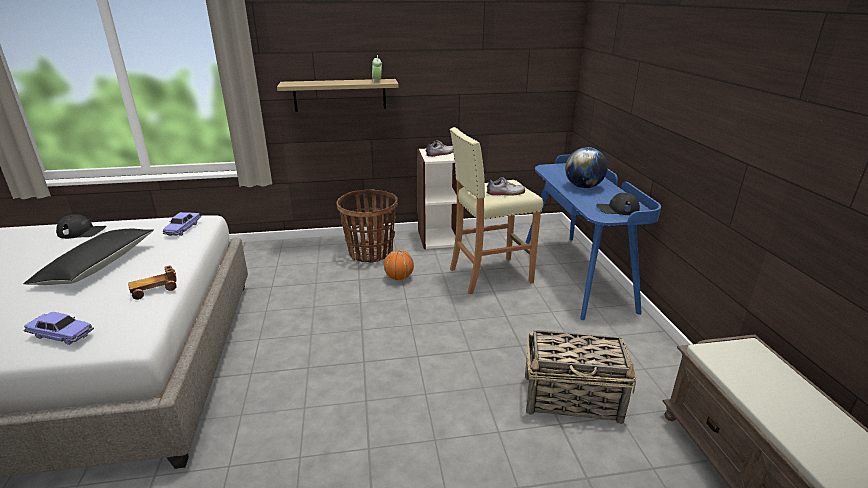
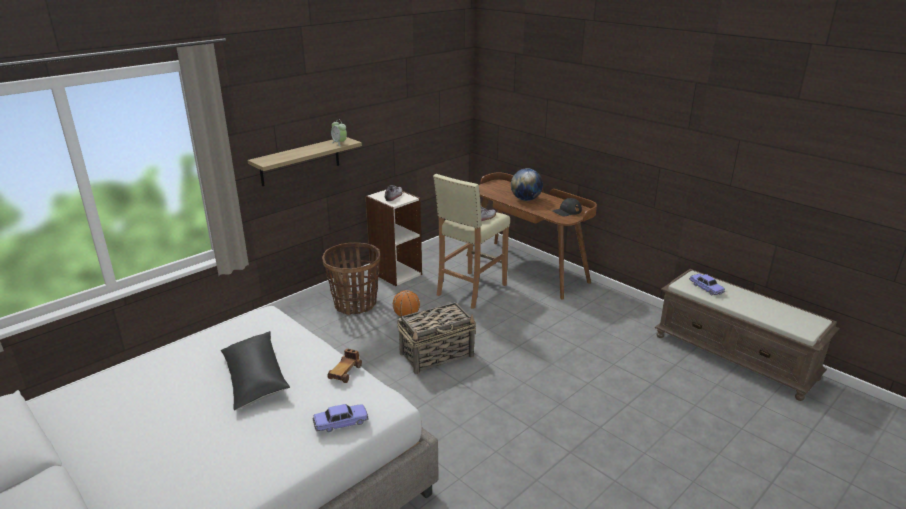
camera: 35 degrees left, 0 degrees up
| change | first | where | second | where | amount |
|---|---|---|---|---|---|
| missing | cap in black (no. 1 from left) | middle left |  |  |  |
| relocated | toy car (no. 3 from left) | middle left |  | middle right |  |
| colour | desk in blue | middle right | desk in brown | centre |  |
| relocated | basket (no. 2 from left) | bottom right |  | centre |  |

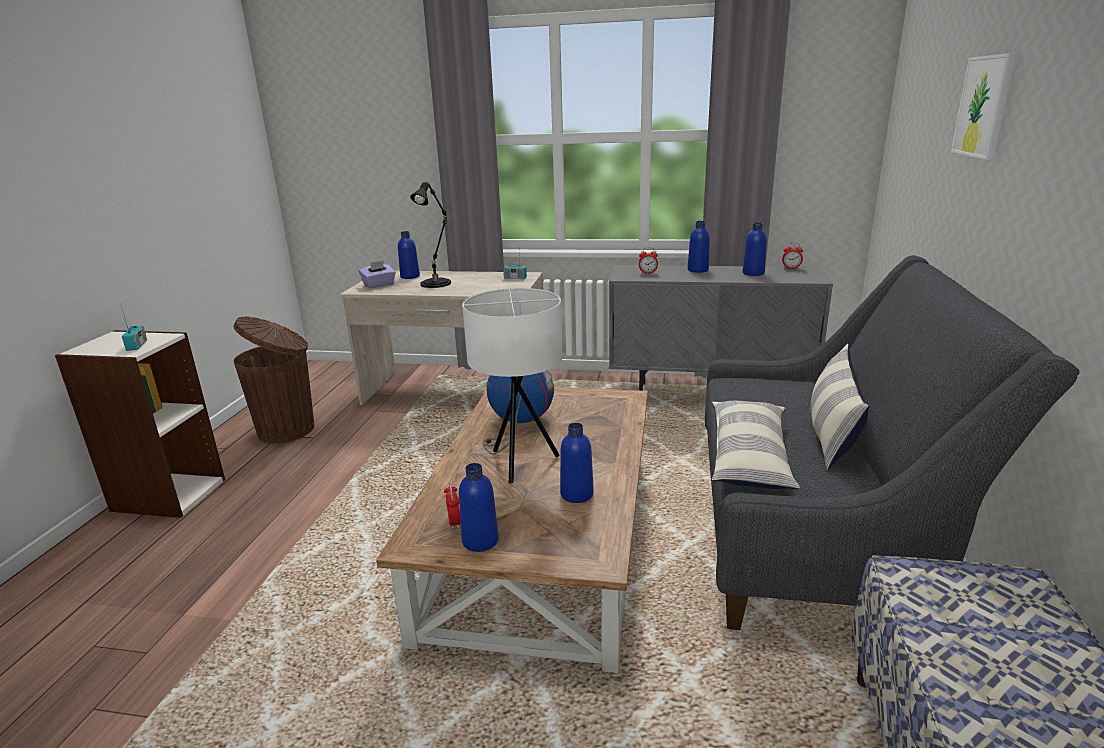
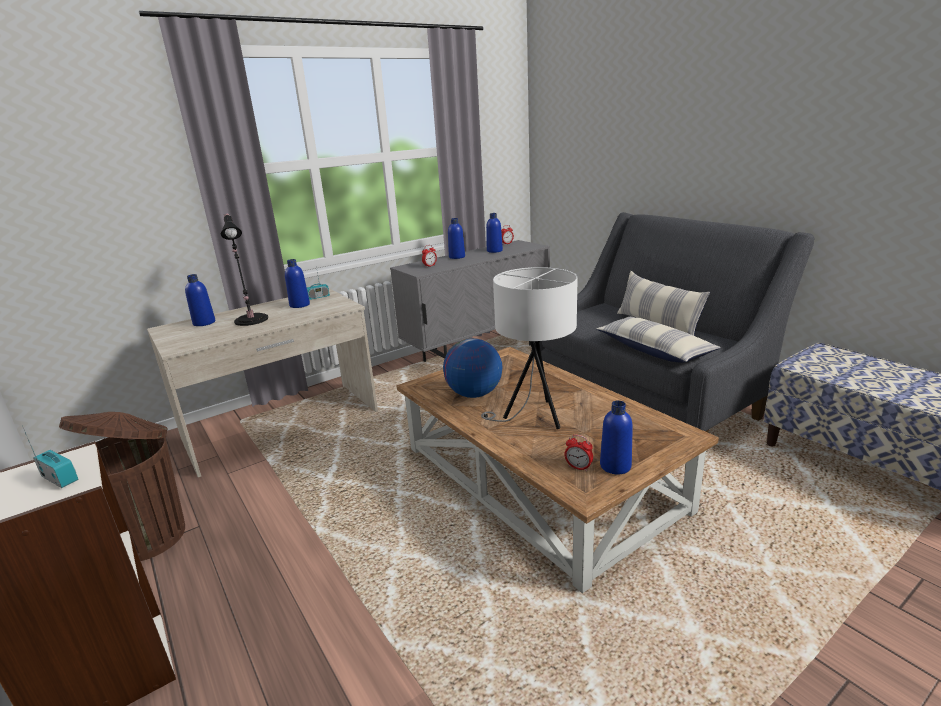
camera: 45 degrees left, 0 degrees up
| change | first | where | second | where | amount |
|---|---|---|---|---|---|
| missing | tissue box in purple | centre |  |  |  |
| relocated | bottle in blue (no. 3 from left in the first image) | centre | bottle in blue (no. 2 from left) | middle left |  |
| missing | picture | top right |  |  |  |

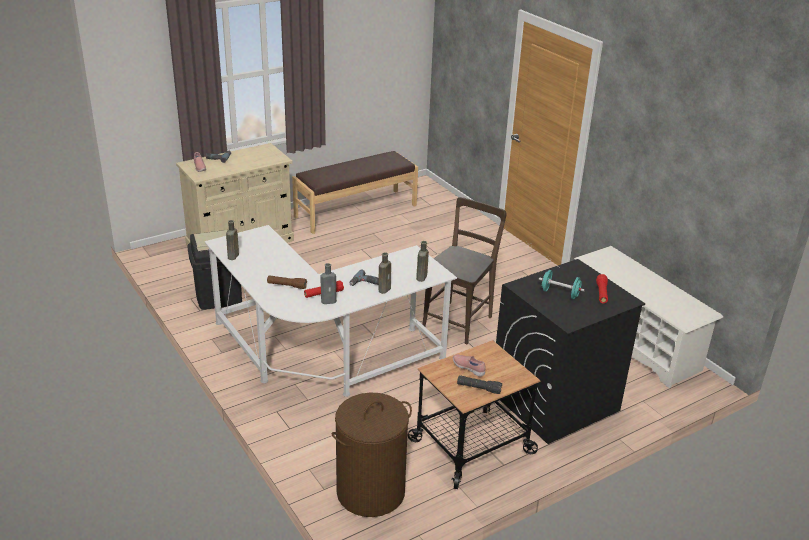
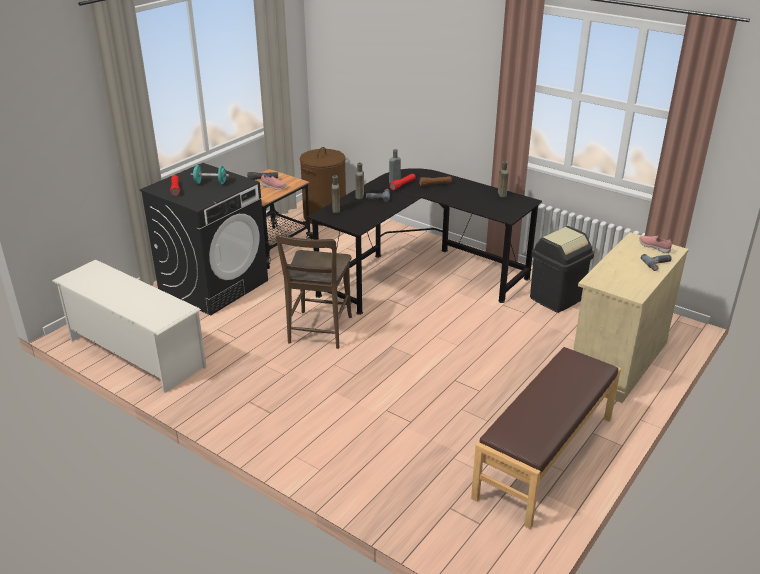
camera: 160 degrees right, 0 degrees up
| change | first | where | second | where | amount |
|---|---|---|---|---|---|
| colour | desk in white | centre | desk in black | centre |  |

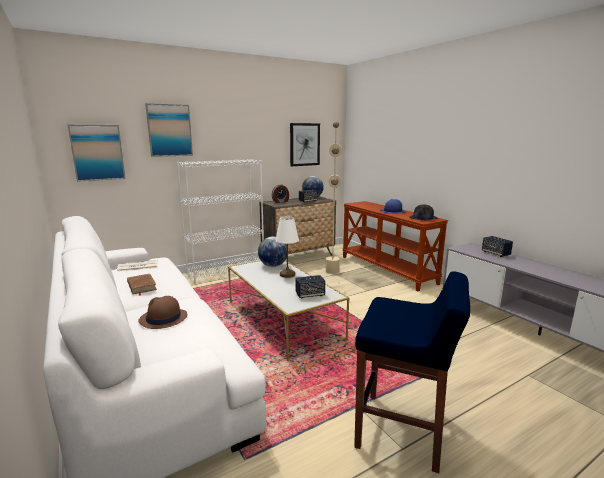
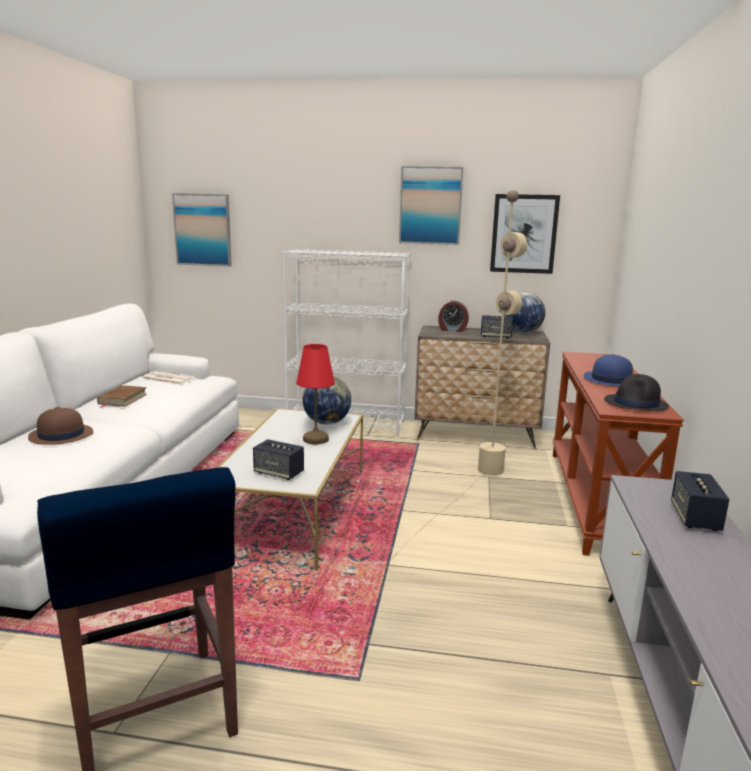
camera: 40 degrees right, 0 degrees up
| change | first | where | second | where | amount |
|---|---|---|---|---|---|
| relocated | picture (no. 2 from left) | top left |  | top centre |  |
| colour | table lamp in white | centre | table lamp in red | centre |  |

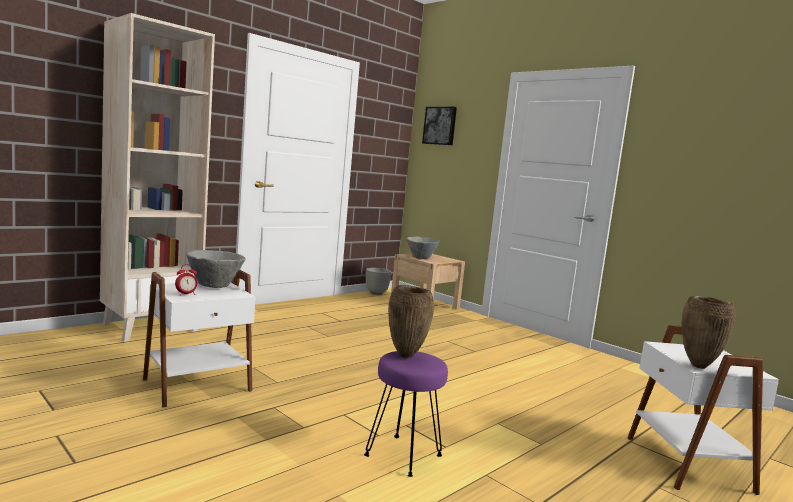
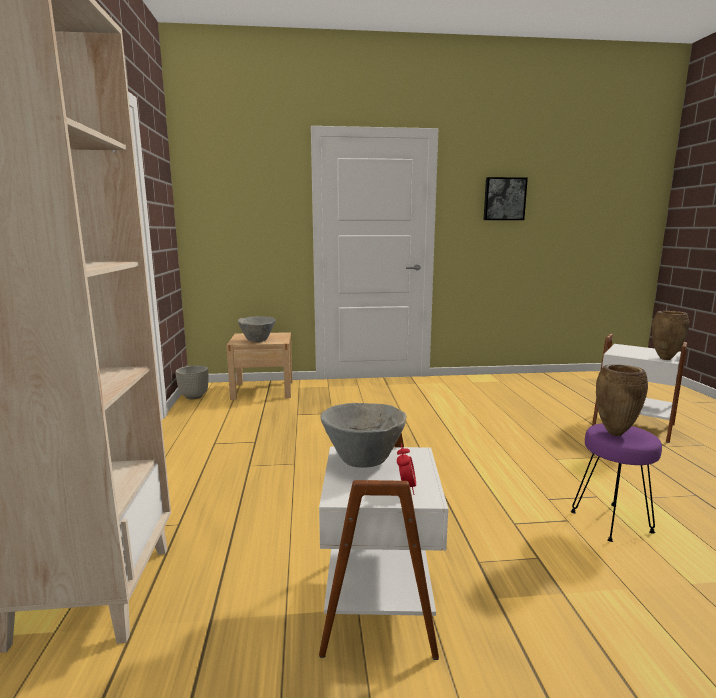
camera: 50 degrees left, 5 degrees up
| change | first | where | second | where | amount |
|---|---|---|---|---|---|
| relocated | picture | top centre |  | top right |  |

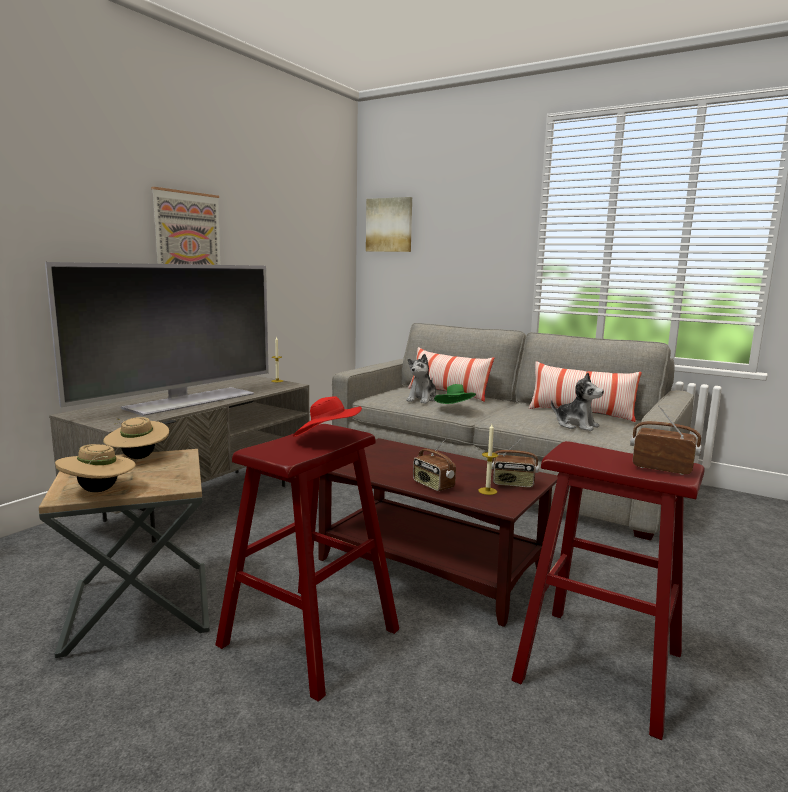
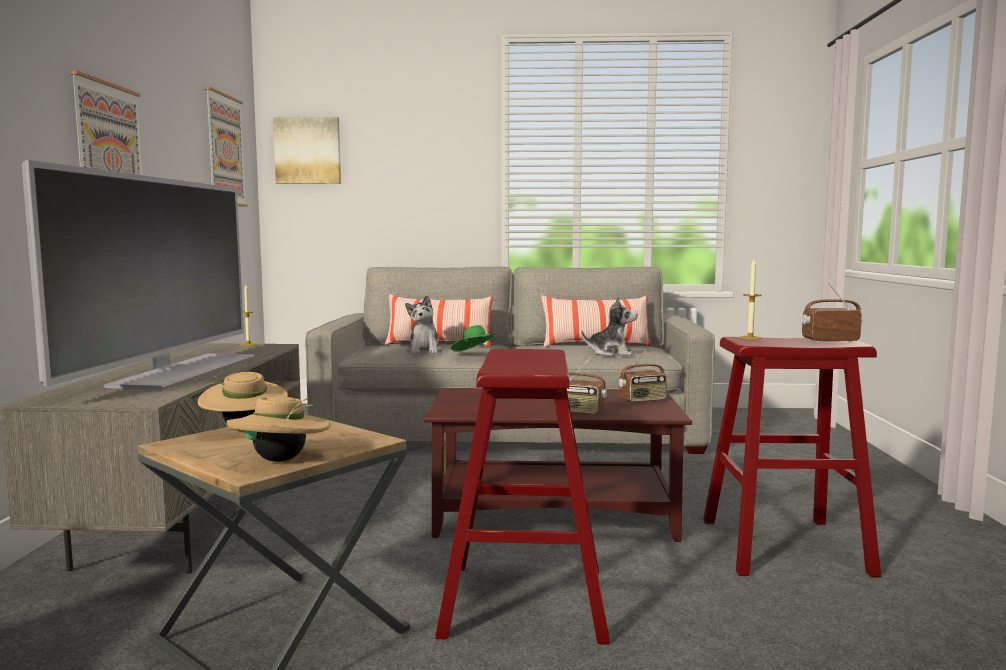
camera: 30 degrees left, 5 degrees down
| change | first | where | second | where | amount |
|---|---|---|---|---|---|
| missing | hat in red | centre |  |  |  |
| relocated | candle (no. 2 from left) | centre |  | middle right |  |
| appeared |  |  | picture (no. 2 from left) | top left |  |

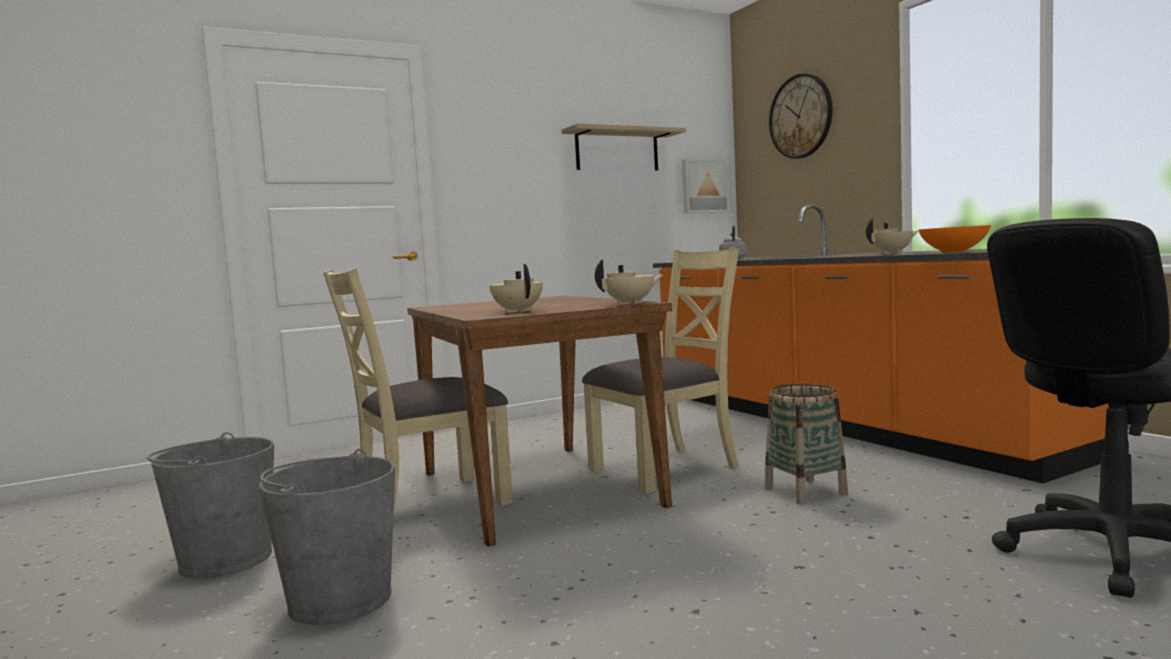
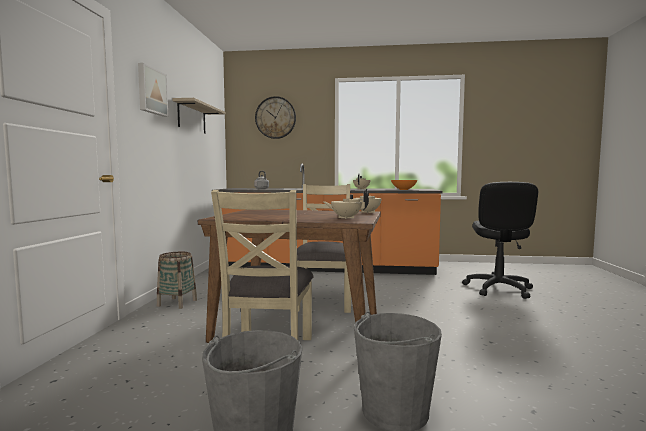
camera: 55 degrees left, 0 degrees up
| change | first | where | second | where | amount |
|---|---|---|---|---|---|
| relocated | picture | top centre |  | top left |  |
| relocated | basket | bottom right |  | middle left |  |

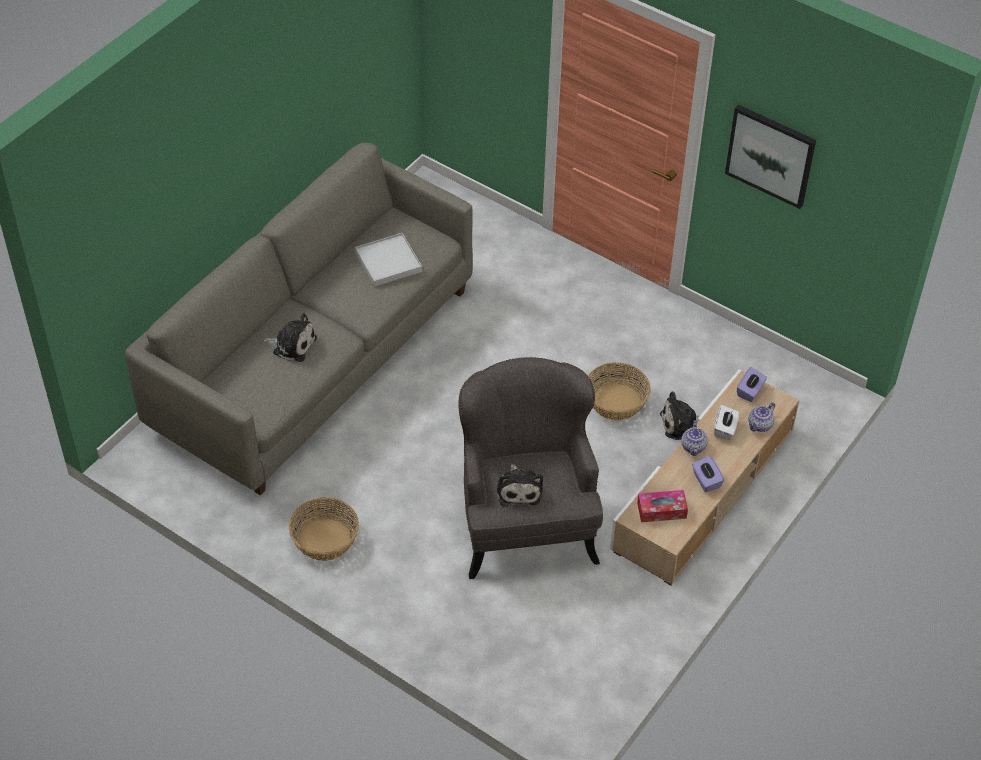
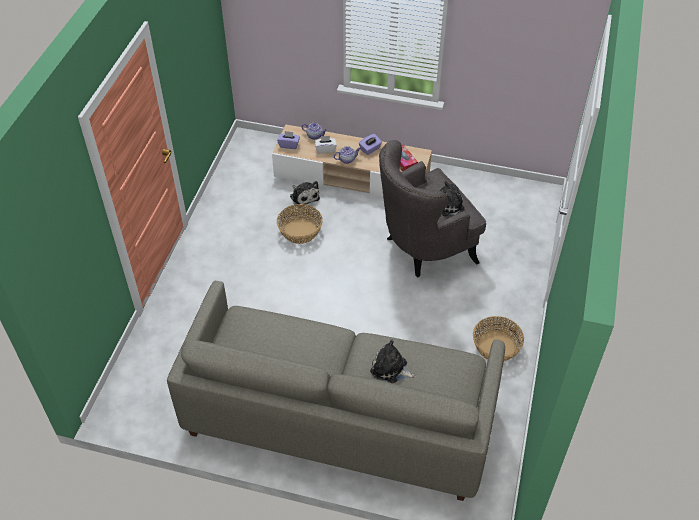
camera: 110 degrees left, 0 degrees up
| change | first | where | second | where | amount |
|---|---|---|---|---|---|
| spun | plush toy (no. 1 from left in the first image) | middle left | plush toy (no. 2 from left) | bottom centre | 60 degrees counterclockwise |
| missing | tray in white | centre |  |  |  |
| missing | picture | top right |  |  |  |

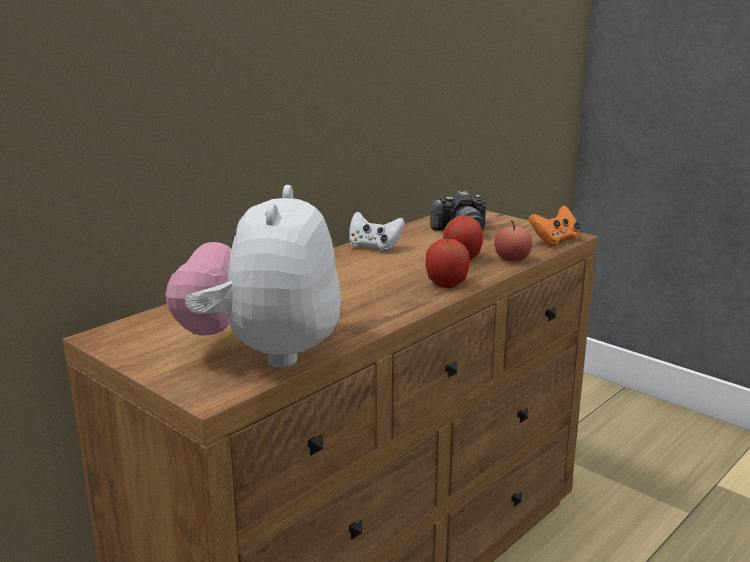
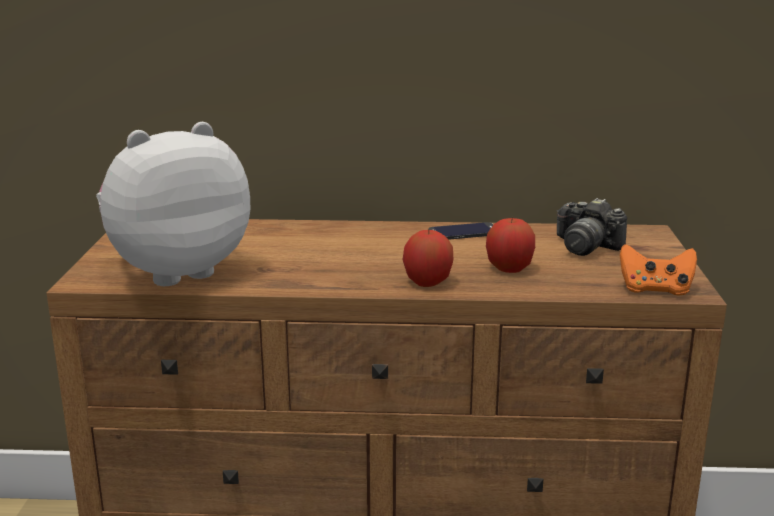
camera: 50 degrees right, 0 degrees up
| change | first | where | second | where | amount |
|---|---|---|---|---|---|
| exchanged | game controller in white | centre | phone | centre |  |
| missing | apple (no. 3 from left) | middle right |  |  |  |

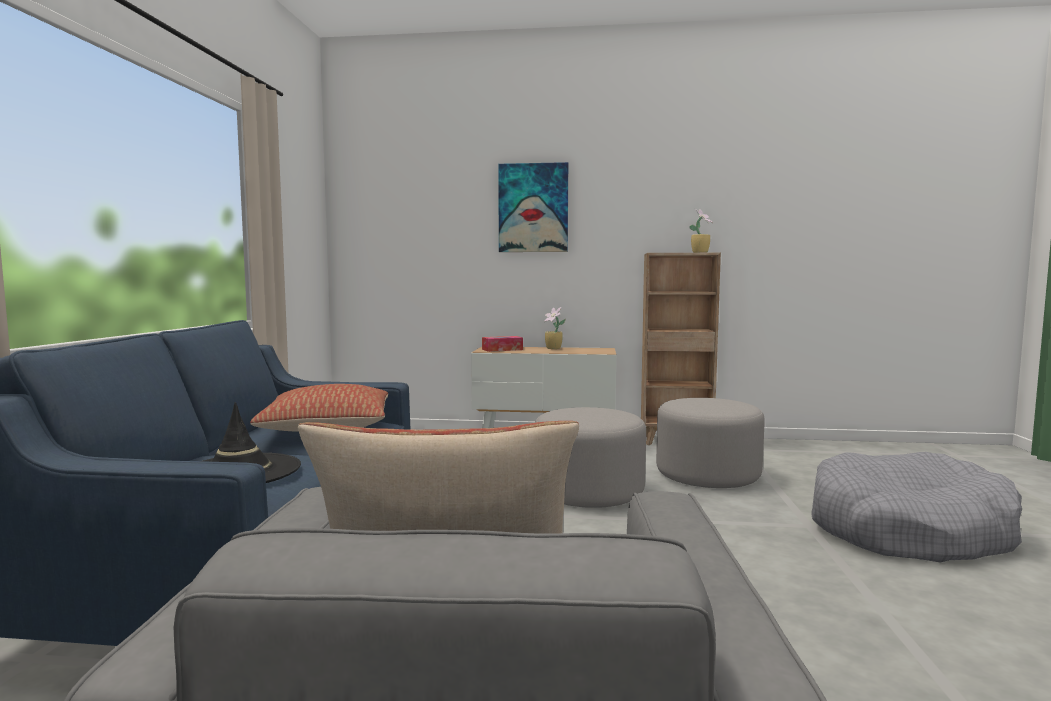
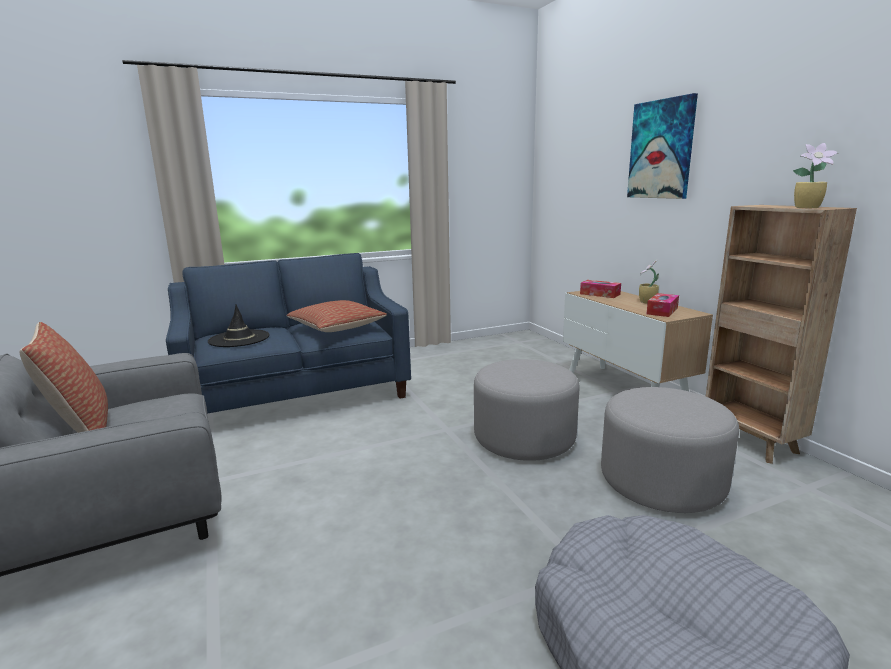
camera: 60 degrees right, 10 degrees up
| change | first | where | second | where | amount |
|---|---|---|---|---|---|
| appeared |  |  | tissue box (no. 2 from left) | middle right |  |

